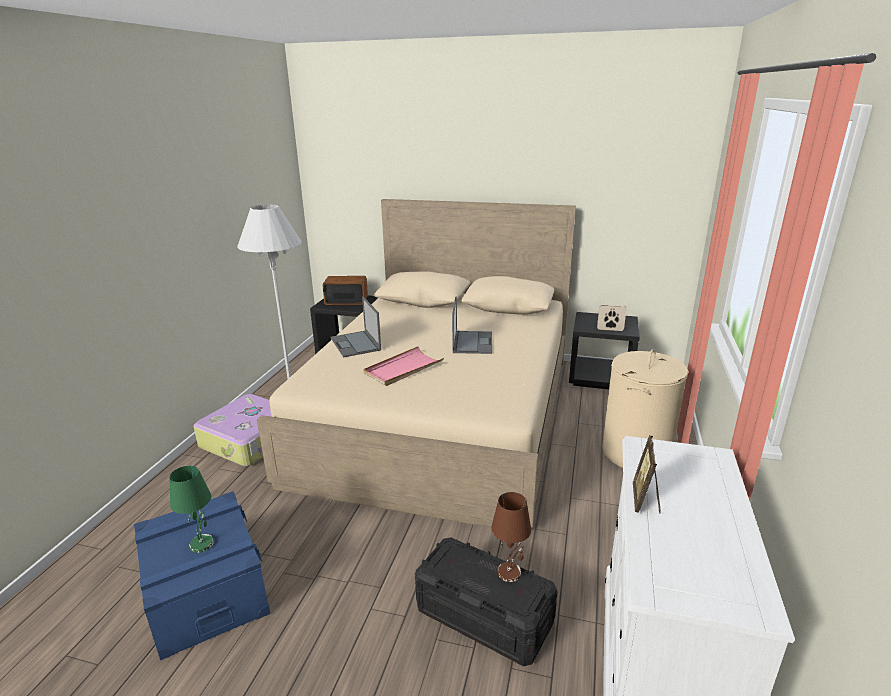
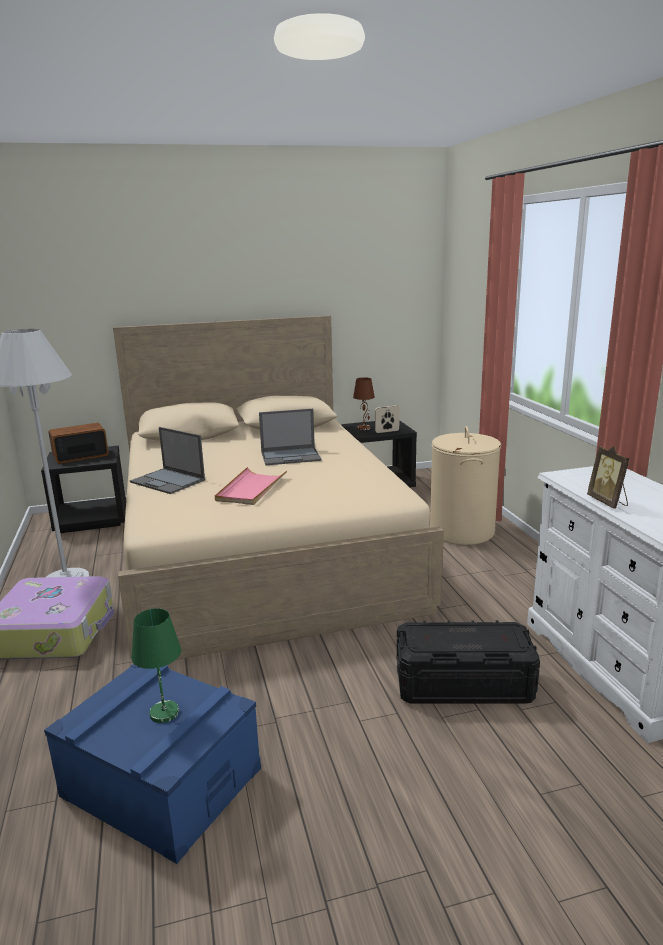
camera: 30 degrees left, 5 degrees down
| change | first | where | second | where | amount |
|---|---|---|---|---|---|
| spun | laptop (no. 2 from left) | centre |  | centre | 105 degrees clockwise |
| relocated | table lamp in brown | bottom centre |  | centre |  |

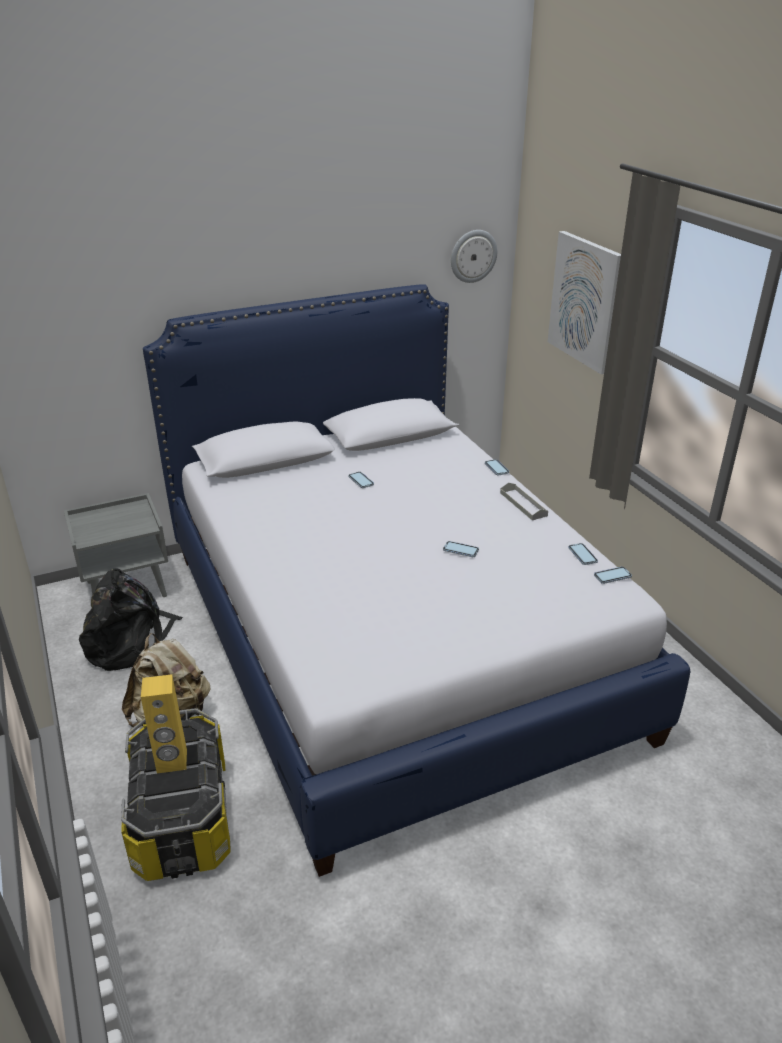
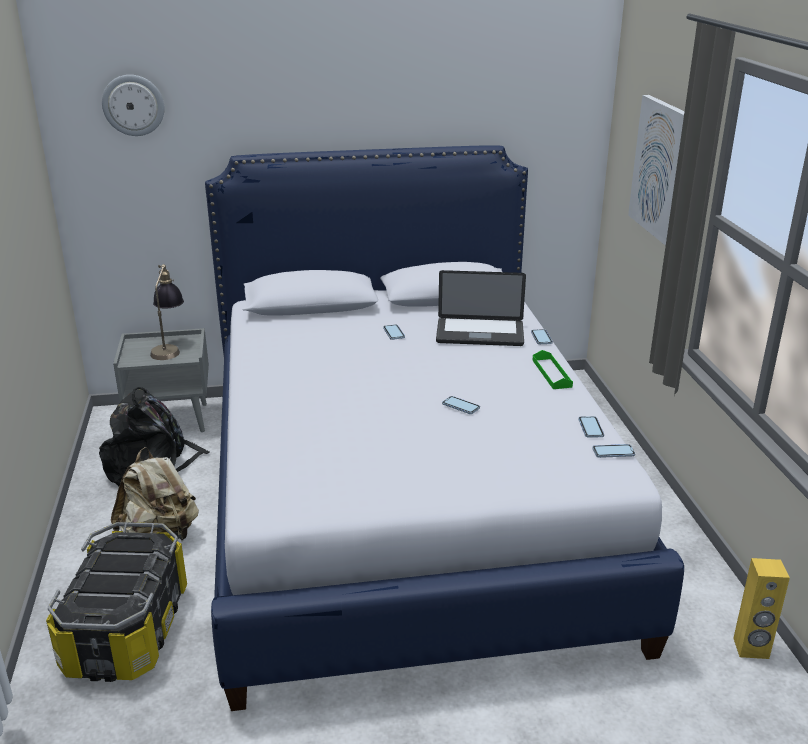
camera: 15 degrees right, 5 degrees down
| change | first | where | second | where | amount |
|---|---|---|---|---|---|
| relocated | speaker in yellow | bottom left |  | bottom right |  |
| relocated | wall clock | top centre |  | top left |  |
| colour | tray in grey | middle right | tray in green | middle right |  |
| appeared |  |  | table lamp | middle left |  |
| appeared |  |  | laptop | centre |  |

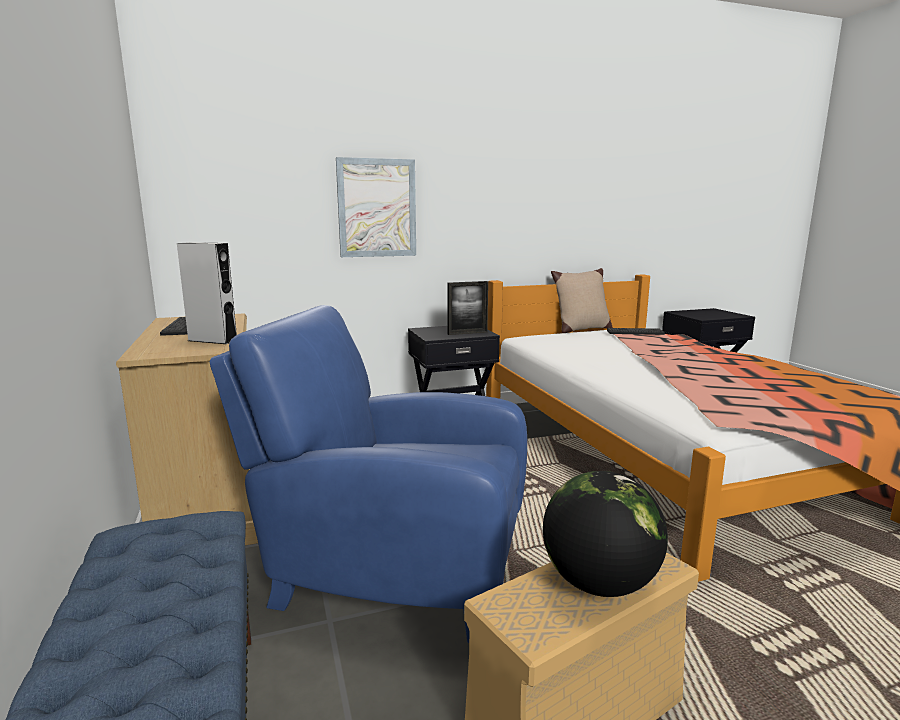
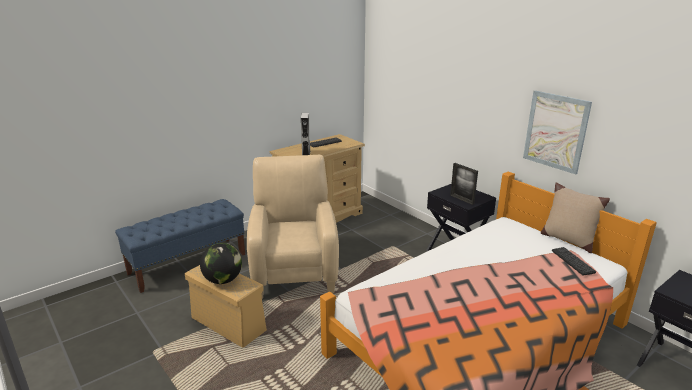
camera: 70 degrees right, 10 degrees up
| change | first | where | second | where | amount |
|---|---|---|---|---|---|
| colour | armchair in blue | centre | armchair in beige | centre |  |
| relocated | picture | top centre |  | middle right |  |

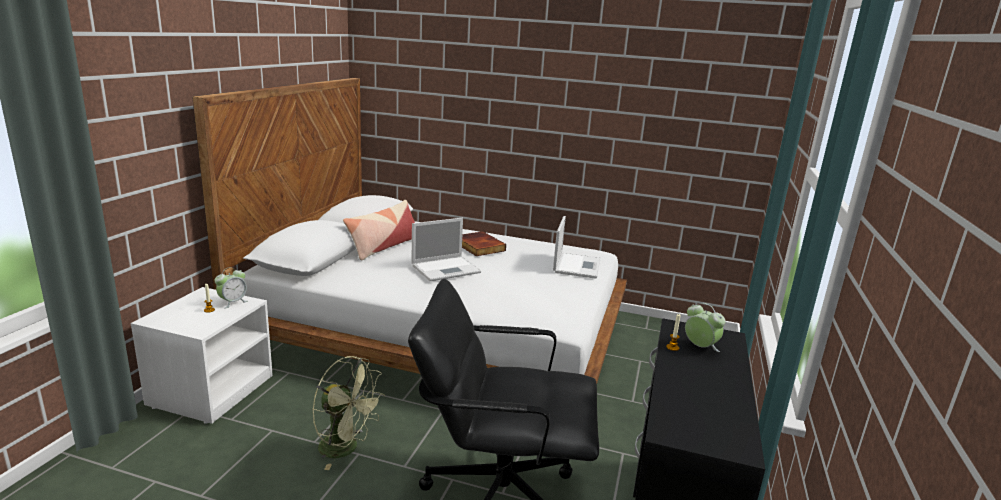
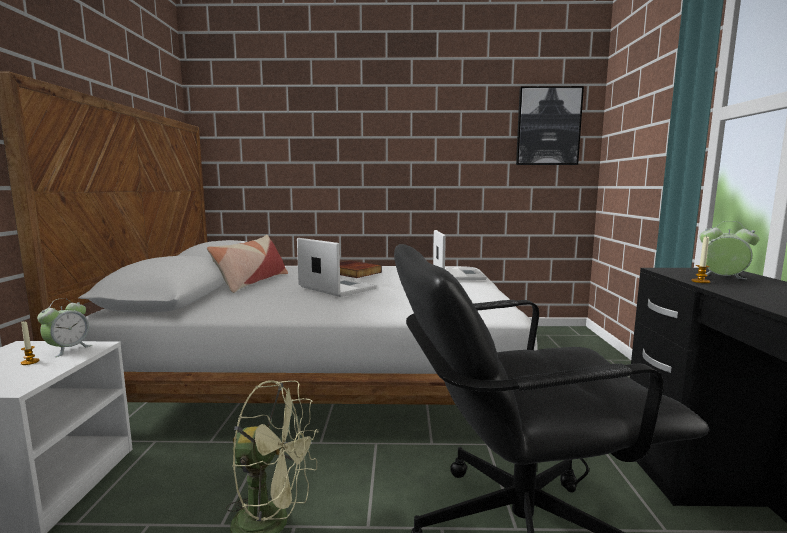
camera: 15 degrees left, 10 degrees down
| change | first | where | second | where | amount |
|---|---|---|---|---|---|
| spun | laptop (no. 1 from left) | centre |  | centre | 90 degrees counterclockwise |
| appeared |  |  | picture | top right |  |

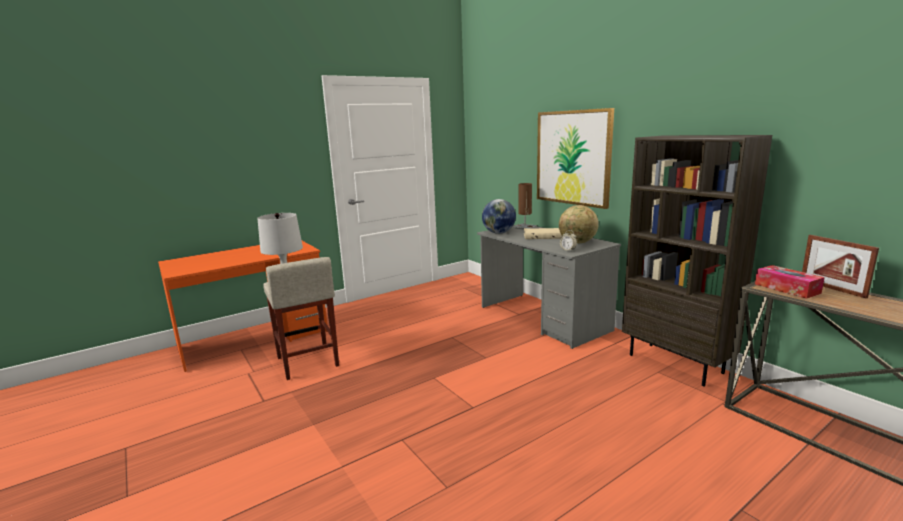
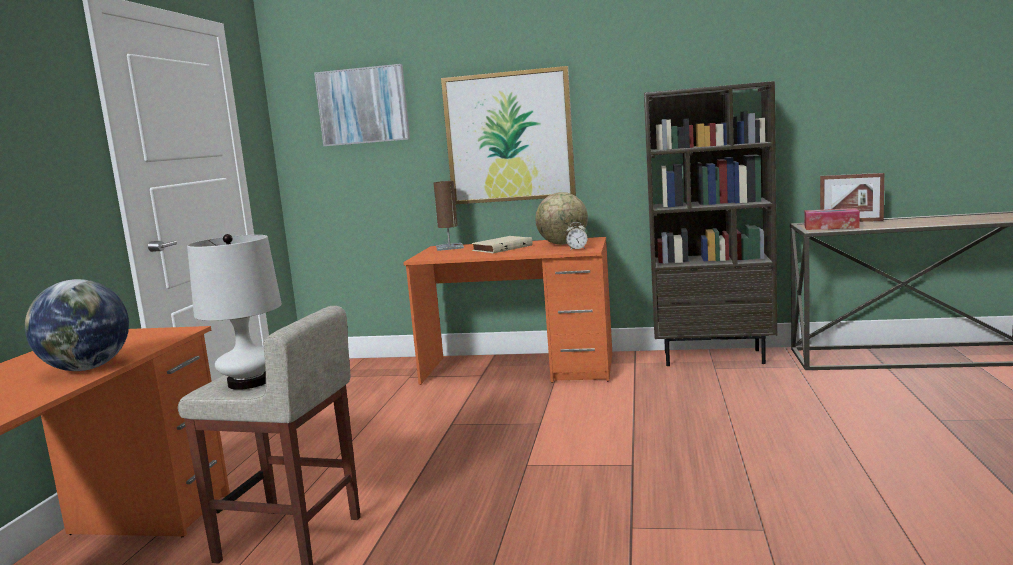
camera: 45 degrees left, 5 degrees down
| change | first | where | second | where | amount |
|---|---|---|---|---|---|
| colour | desk in grey | centre | desk in orange (no. 2 from left) | centre |  |
| relocated | globe (no. 1 from left) | centre |  | middle left |  |
| appeared |  |  | picture (no. 1 from left) | top centre |  |

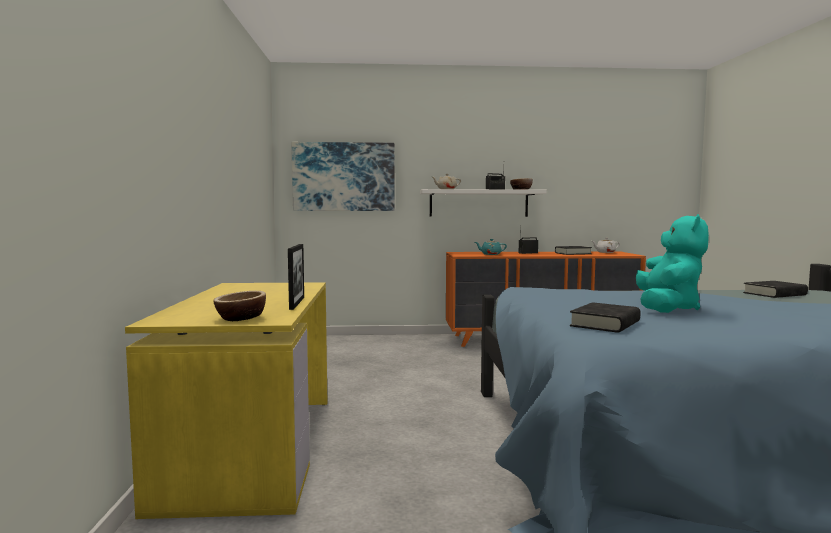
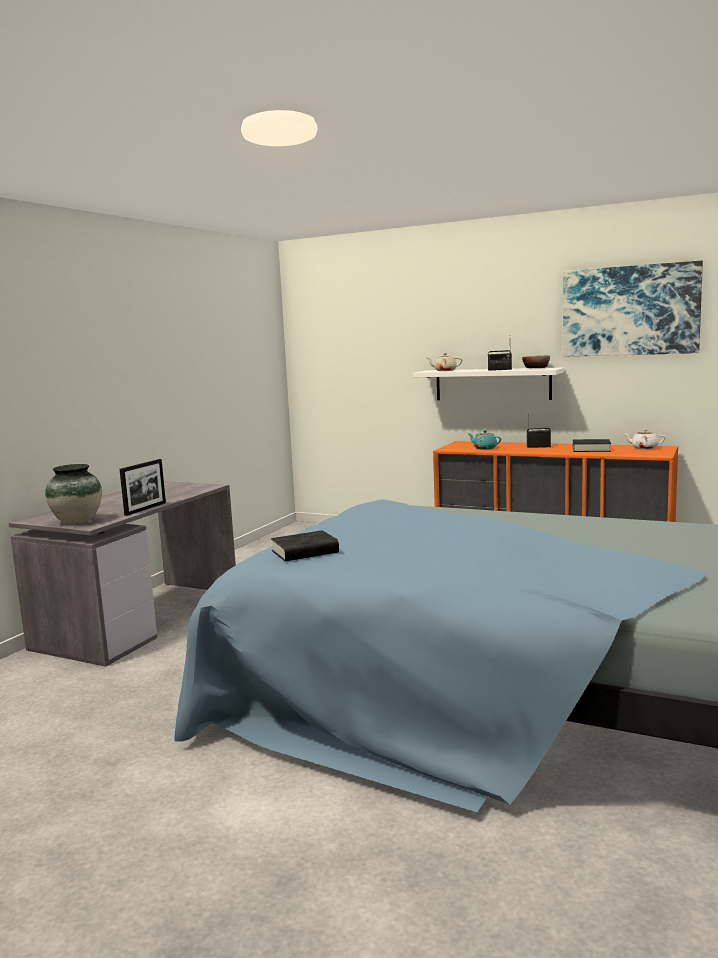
camera: 30 degrees right, 5 degrees up
| change | first | where | second | where | amount |
|---|---|---|---|---|---|
| colour | desk in yellow | bottom left | desk in grey | middle left |  |
| exchanged | bowl (no. 1 from left) | middle left | vase | middle left |  |
| relocated | picture | top centre |  | top right |  |
| missing | plush toy in turquoise | middle right |  |  |  |
| missing | book in black (no. 3 from left) | middle right |  |  |  |

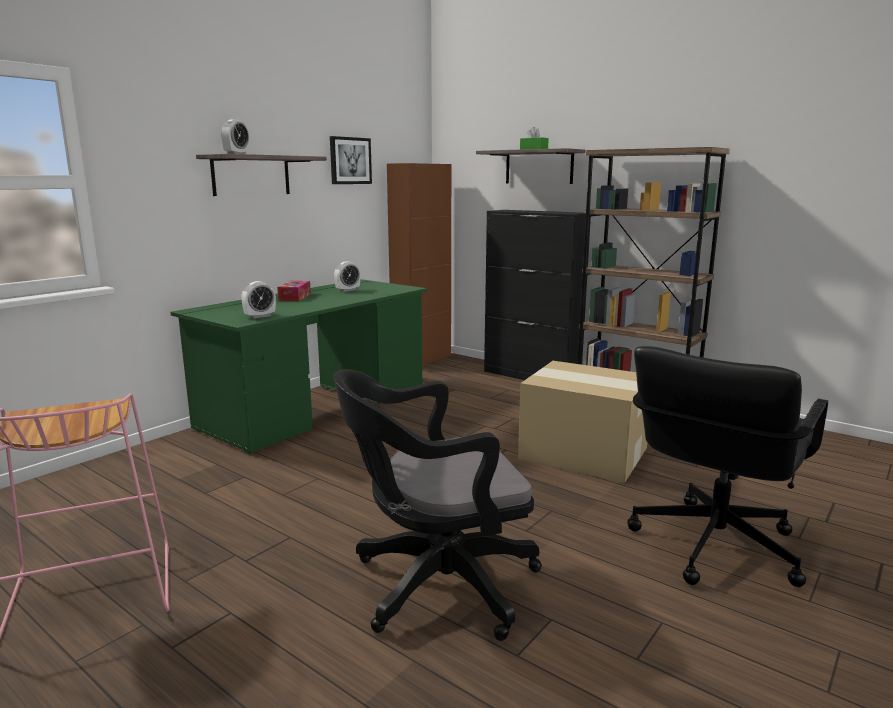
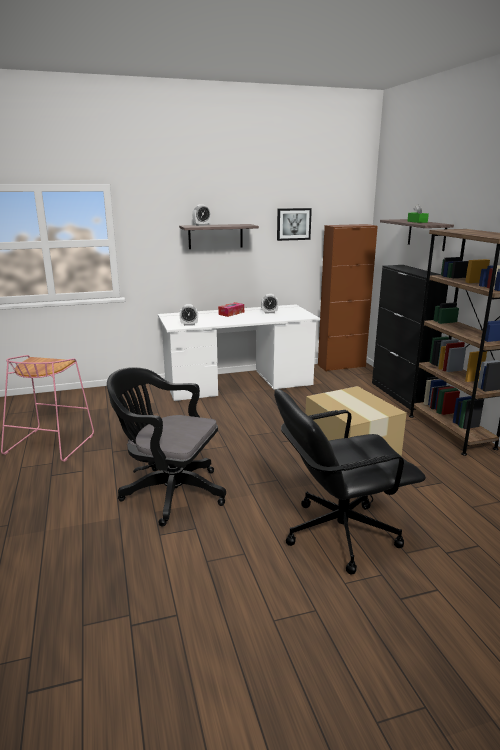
camera: 35 degrees right, 5 degrees up
| change | first | where | second | where | amount |
|---|---|---|---|---|---|
| colour | desk in green | centre | desk in white | centre |  |

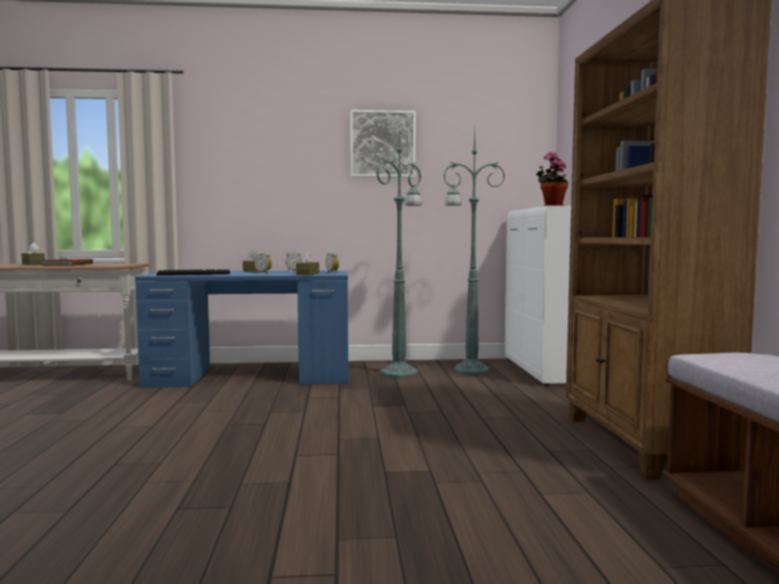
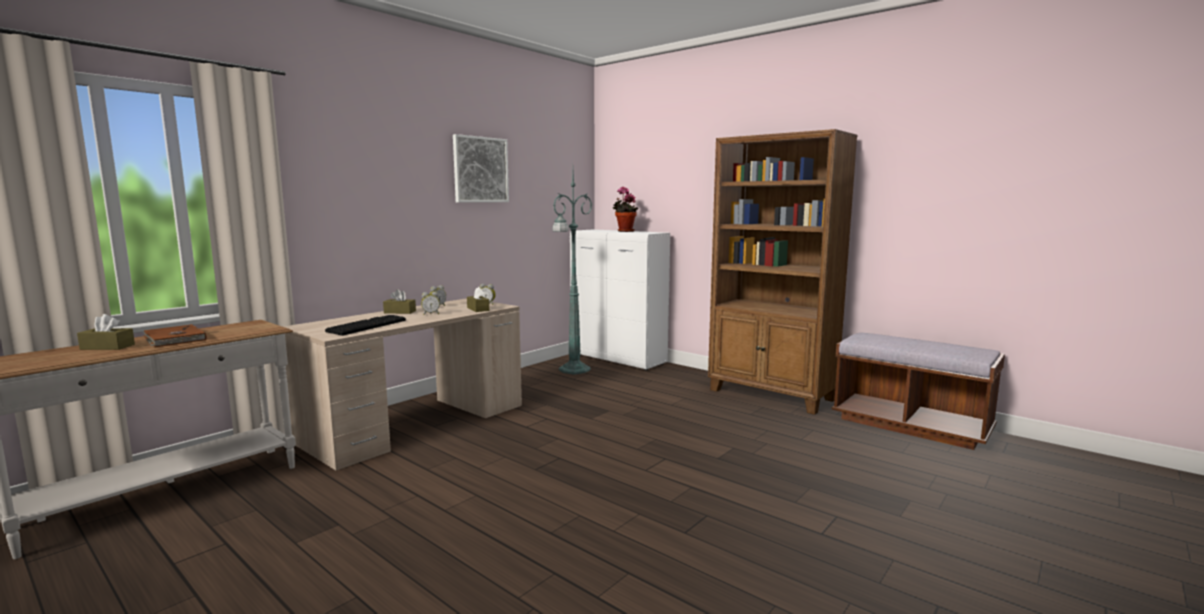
camera: 45 degrees left, 5 degrees up
| change | first | where | second | where | amount |
|---|---|---|---|---|---|
| colour | desk in blue | middle left | desk in beige | centre |  |
| missing | floor lamp in green (no. 1 from left) | centre |  |  |  |

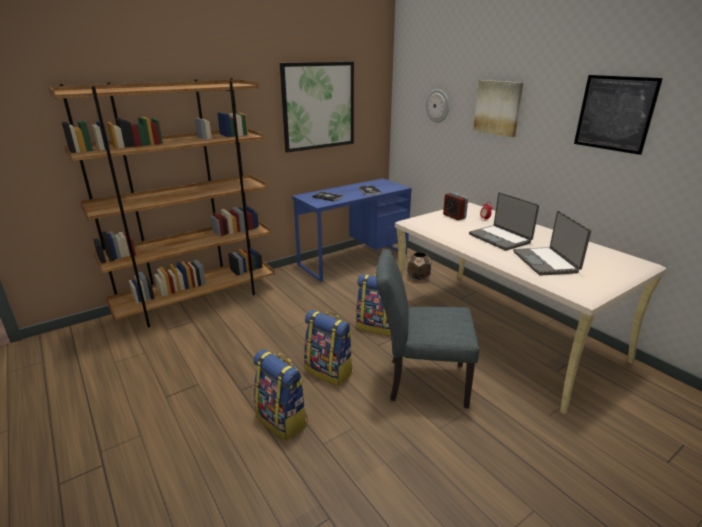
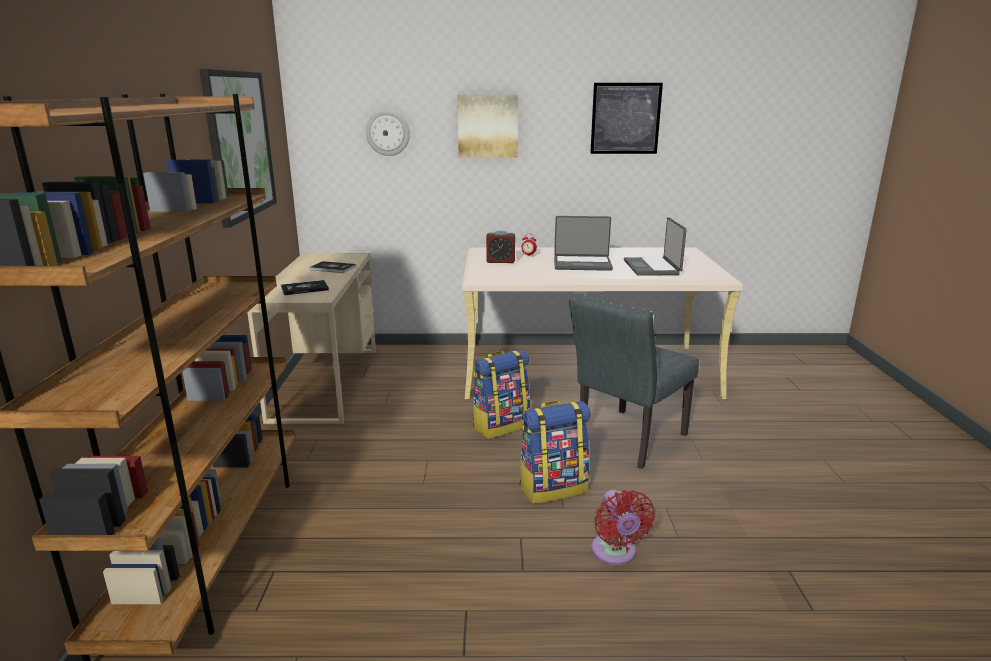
camera: 55 degrees left, 5 degrees down
| change | first | where | second | where | amount |
|---|---|---|---|---|---|
| exchanged | backpack (no. 1 from left) | bottom centre | fan in red | bottom centre |  |
| colour | desk in blue | centre | desk in beige (no. 1 from left) | middle left |  |
| missing | planter in brown | centre |  |  |  |
| spun | laptop (no. 2 from left) | middle right |  | centre | 60 degrees clockwise |

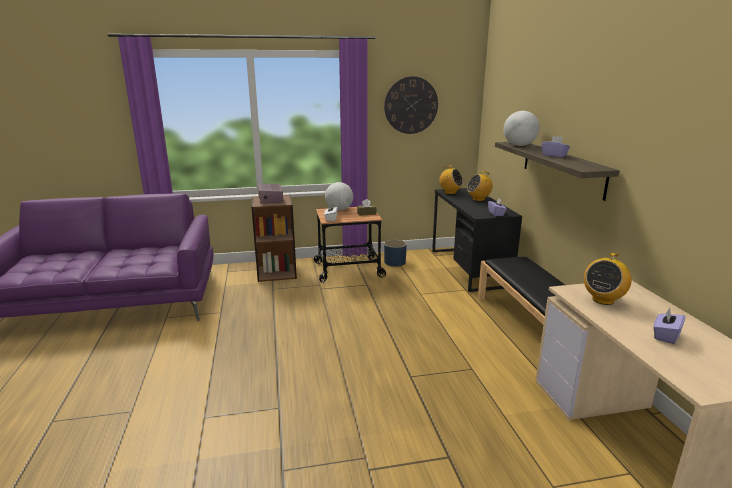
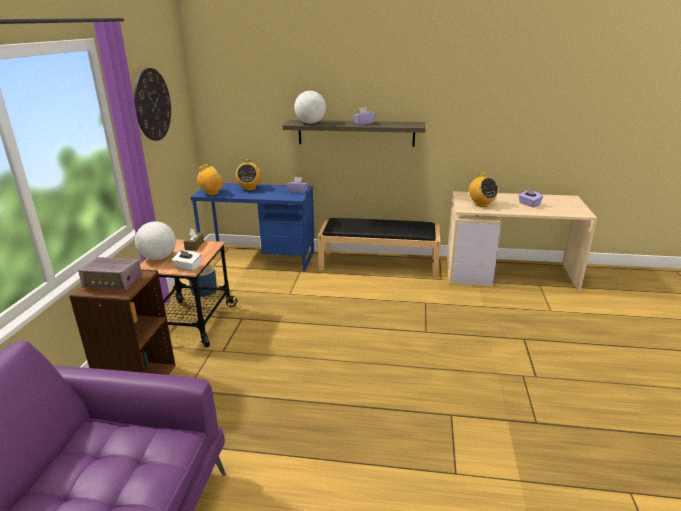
camera: 70 degrees left, 5 degrees up
| change | first | where | second | where | amount |
|---|---|---|---|---|---|
| colour | desk in black | centre | desk in blue | centre |  |

